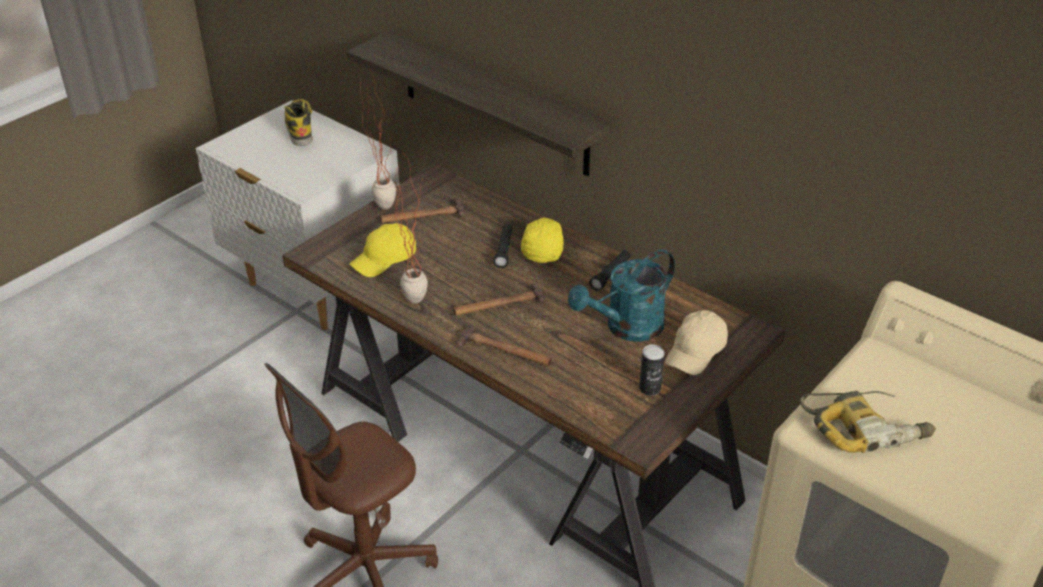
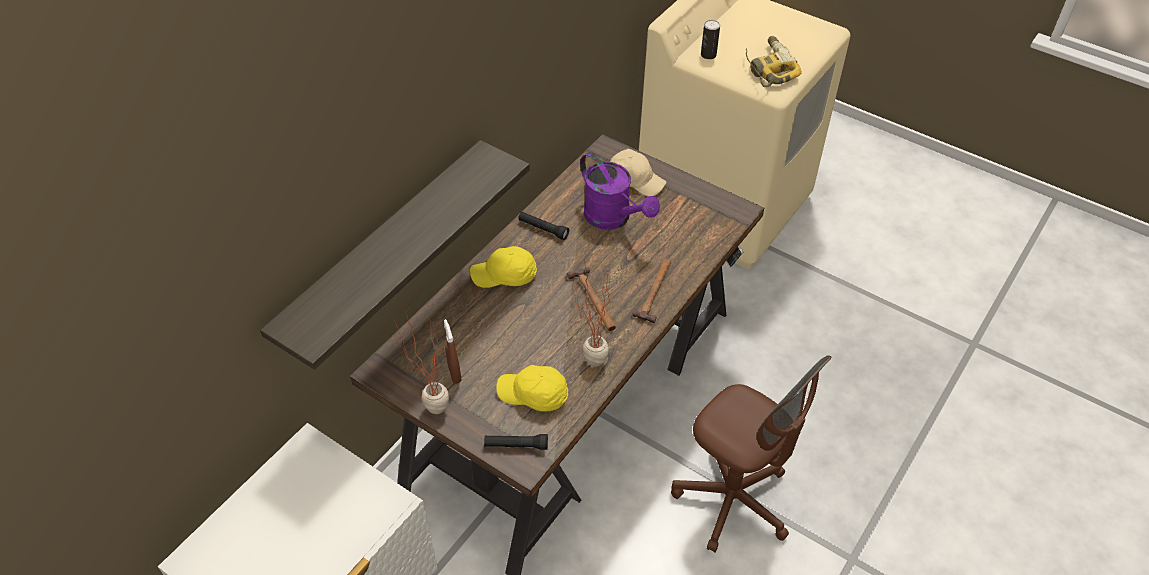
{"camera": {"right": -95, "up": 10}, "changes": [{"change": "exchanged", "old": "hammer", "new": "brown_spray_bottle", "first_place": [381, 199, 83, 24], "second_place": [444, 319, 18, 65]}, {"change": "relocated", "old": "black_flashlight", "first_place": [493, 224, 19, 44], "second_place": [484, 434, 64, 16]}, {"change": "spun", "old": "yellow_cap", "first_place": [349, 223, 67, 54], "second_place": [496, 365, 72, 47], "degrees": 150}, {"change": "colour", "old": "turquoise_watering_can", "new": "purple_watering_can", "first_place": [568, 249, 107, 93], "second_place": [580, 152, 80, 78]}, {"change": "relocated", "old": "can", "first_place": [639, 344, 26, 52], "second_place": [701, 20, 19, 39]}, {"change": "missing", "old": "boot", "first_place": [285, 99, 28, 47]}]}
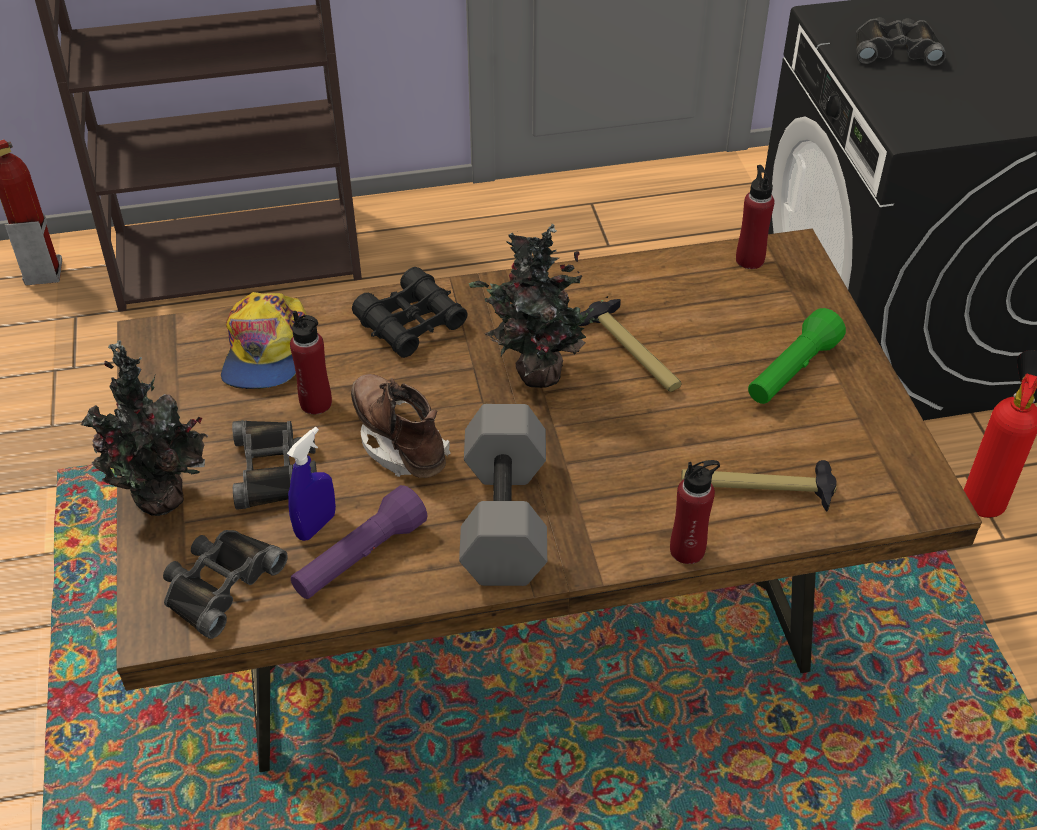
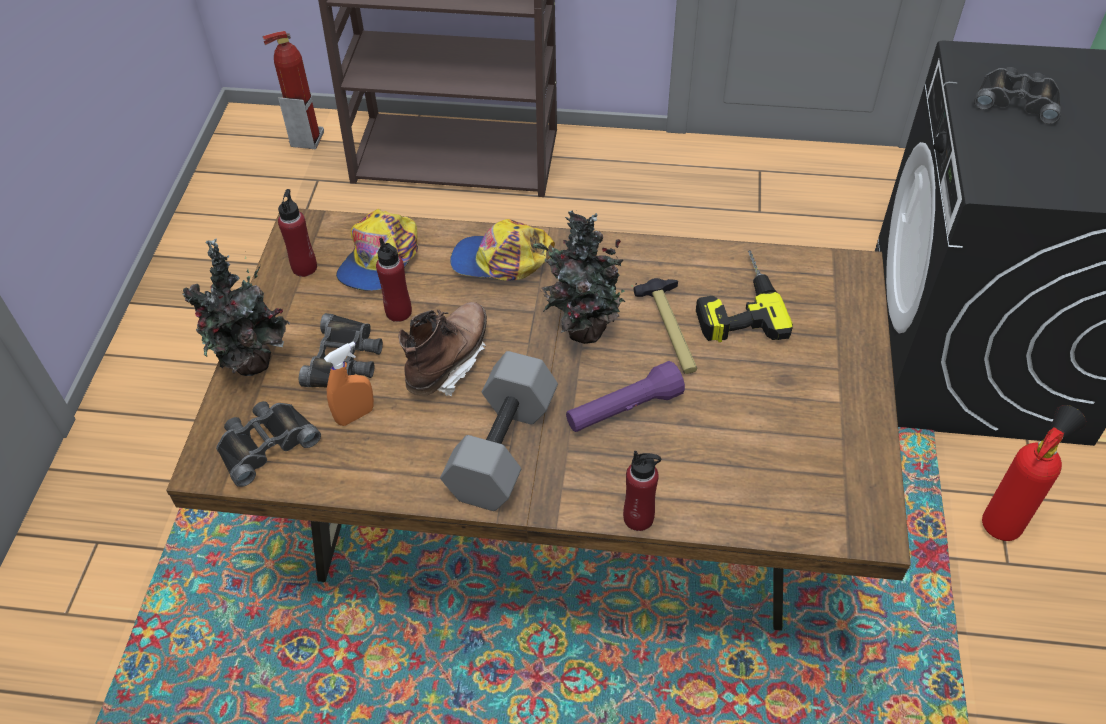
{"camera": {"right": 20, "up": 5}, "changes": [{"change": "relocated", "old": "red_bottle", "first_place": [736, 165, 39, 104], "second_place": [278, 189, 39, 88]}, {"change": "colour", "old": "blue_spray_bottle", "new": "orange_spray_bottle", "first_place": [287, 427, 49, 114], "second_place": [324, 341, 50, 85]}, {"change": "spun", "old": "brown_boot", "first_place": [351, 374, 100, 104], "second_place": [398, 302, 89, 94], "degrees": 45}, {"change": "exchanged", "old": "black_binoculars", "new": "cap", "first_place": [352, 267, 116, 91], "second_place": [450, 219, 105, 62]}, {"change": "relocated", "old": "purple_flashlight", "first_place": [291, 485, 136, 114], "second_place": [566, 361, 119, 71]}, {"change": "appeared", "new": "power_drill", "second_place": [696, 250, 97, 92]}, {"change": "missing", "old": "hammer", "first_place": [681, 460, 155, 51]}, {"change": "missing", "old": "green_flashlight", "first_place": [748, 308, 98, 96]}]}
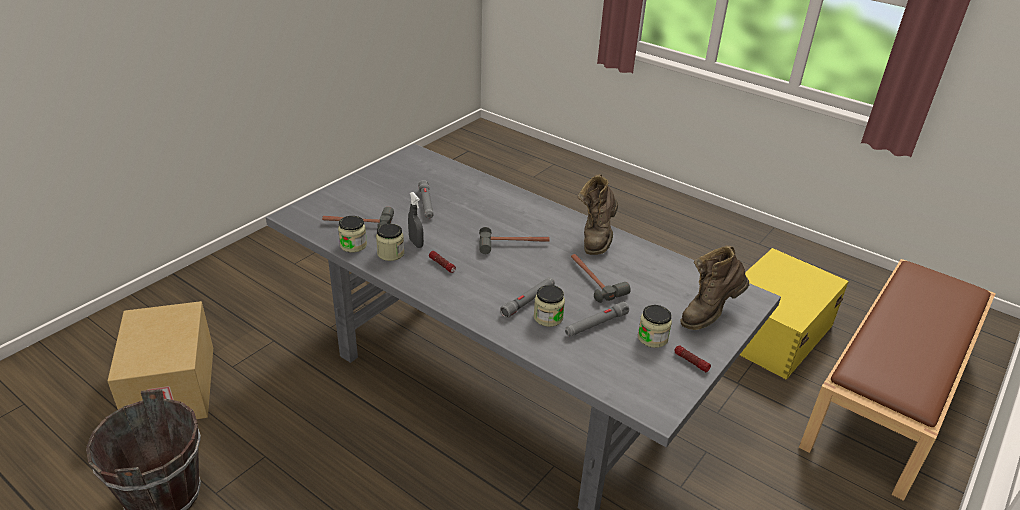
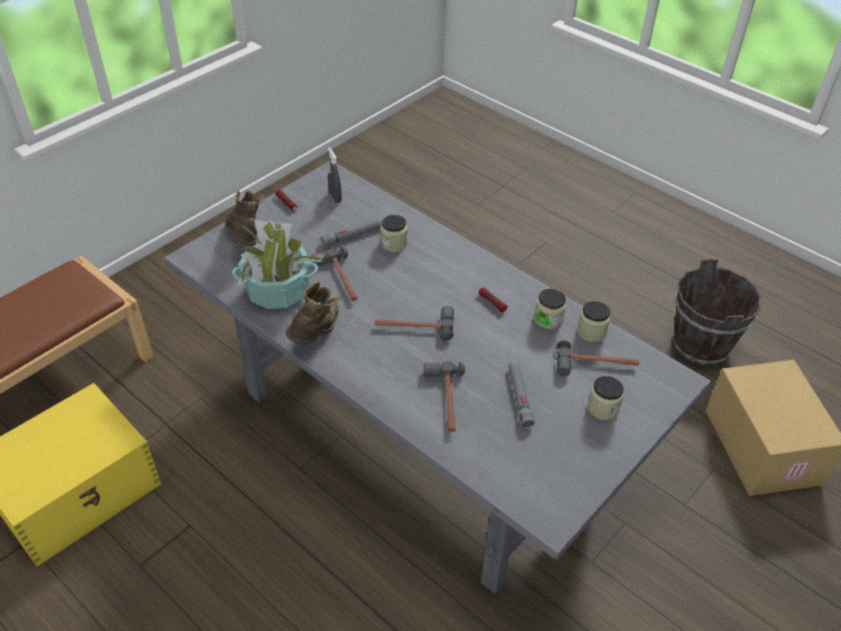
{"camera": {"right": -175, "up": 10}, "changes": [{"change": "spun", "old": "brown_boot", "first_place": [680, 245, 69, 85], "second_place": [225, 189, 39, 57], "degrees": -75}, {"change": "appeared", "new": "potted_plant", "second_place": [232, 220, 92, 89]}, {"change": "relocated", "old": "grey_spray_bottle", "first_place": [408, 192, 16, 56], "second_place": [328, 147, 14, 56]}, {"change": "appeared", "new": "hammer", "second_place": [424, 361, 41, 71]}, {"change": "relocated", "old": "jar", "first_place": [638, 305, 34, 43], "second_place": [587, 376, 37, 44]}, {"change": "missing", "old": "grey_flashlight", "first_place": [500, 277, 55, 41]}]}
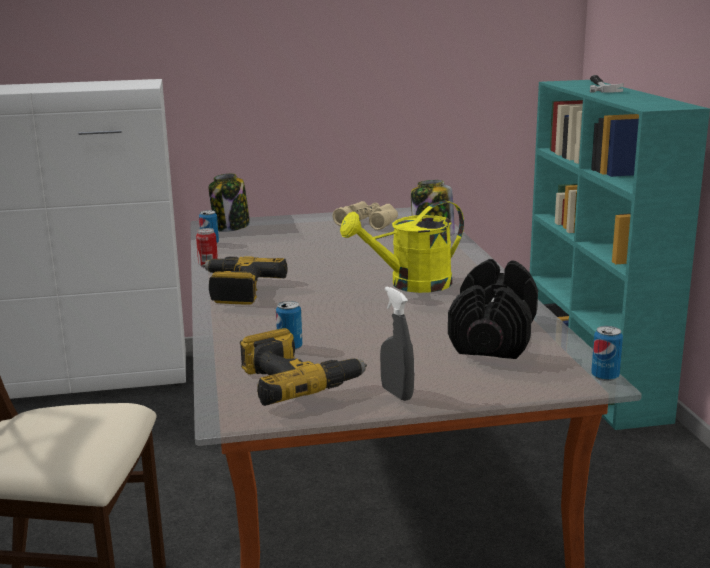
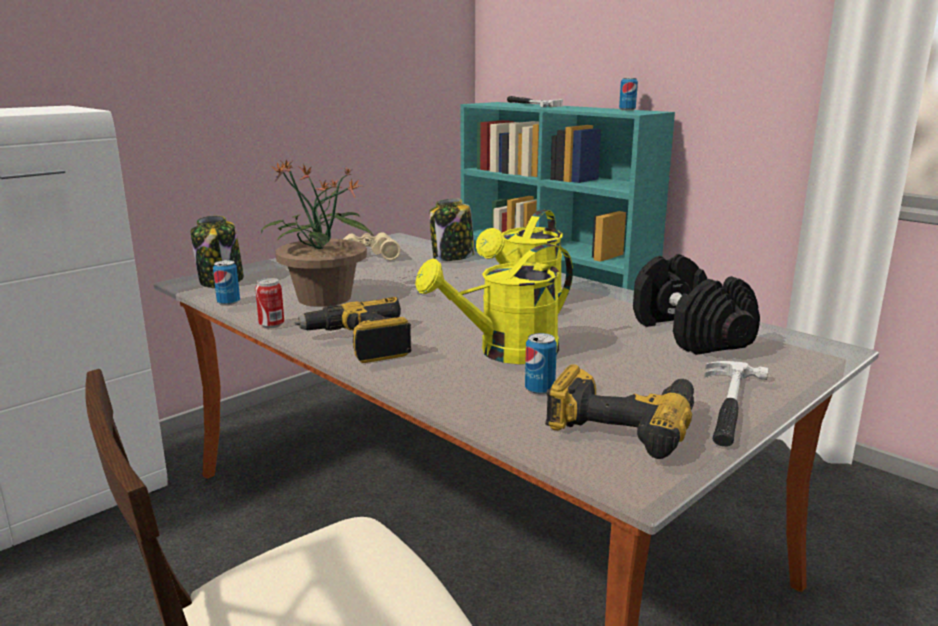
{"camera": {"right": -35, "up": 0}, "changes": [{"change": "appeared", "new": "potted_plant", "second_place": [261, 160, 113, 147]}, {"change": "appeared", "new": "yellow_watering_can", "second_place": [415, 244, 158, 120]}, {"change": "relocated", "old": "can", "first_place": [591, 326, 32, 55], "second_place": [619, 77, 19, 34]}, {"change": "exchanged", "old": "grey_spray_bottle", "new": "hammer", "first_place": [380, 287, 34, 114], "second_place": [704, 361, 65, 86]}]}
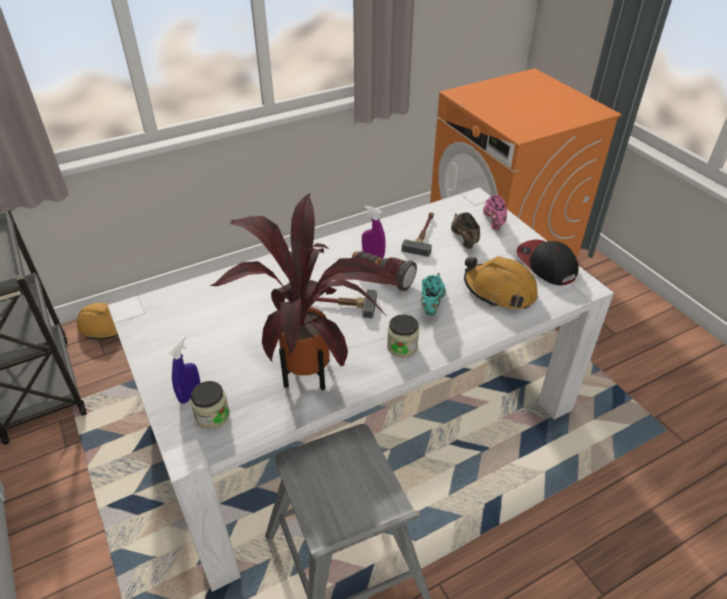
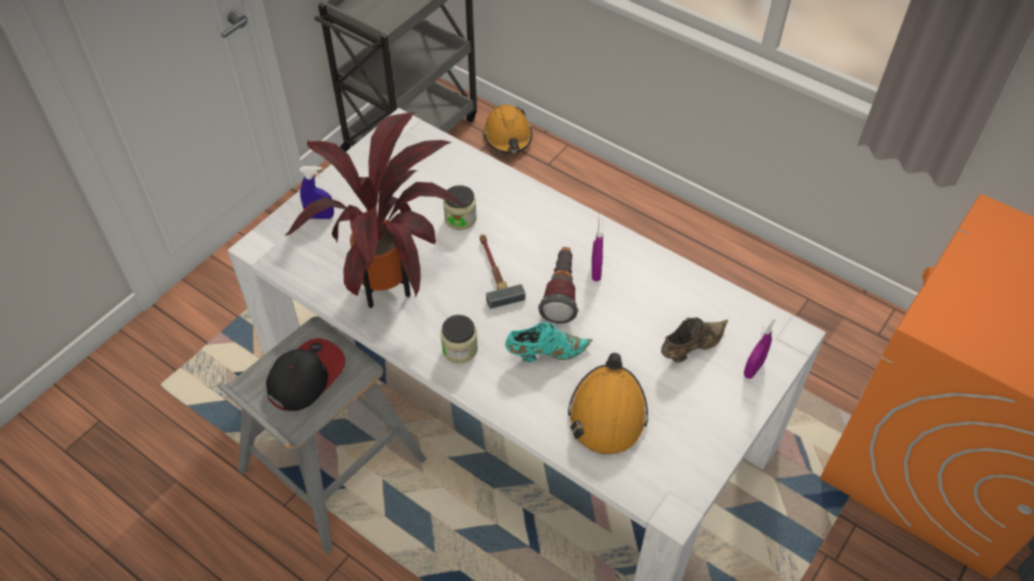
{"camera": {"right": 65, "up": 10}, "changes": [{"change": "relocated", "old": "cap", "first_place": [517, 239, 62, 46], "second_place": [266, 338, 80, 73]}, {"change": "relocated", "old": "jar", "first_place": [190, 381, 40, 48], "second_place": [443, 185, 34, 45]}, {"change": "exchanged", "old": "pink_shoe", "new": "purple_spray_bottle", "first_place": [483, 195, 24, 35], "second_place": [744, 317, 32, 62]}, {"change": "missing", "old": "hammer", "first_place": [401, 212, 33, 45]}]}
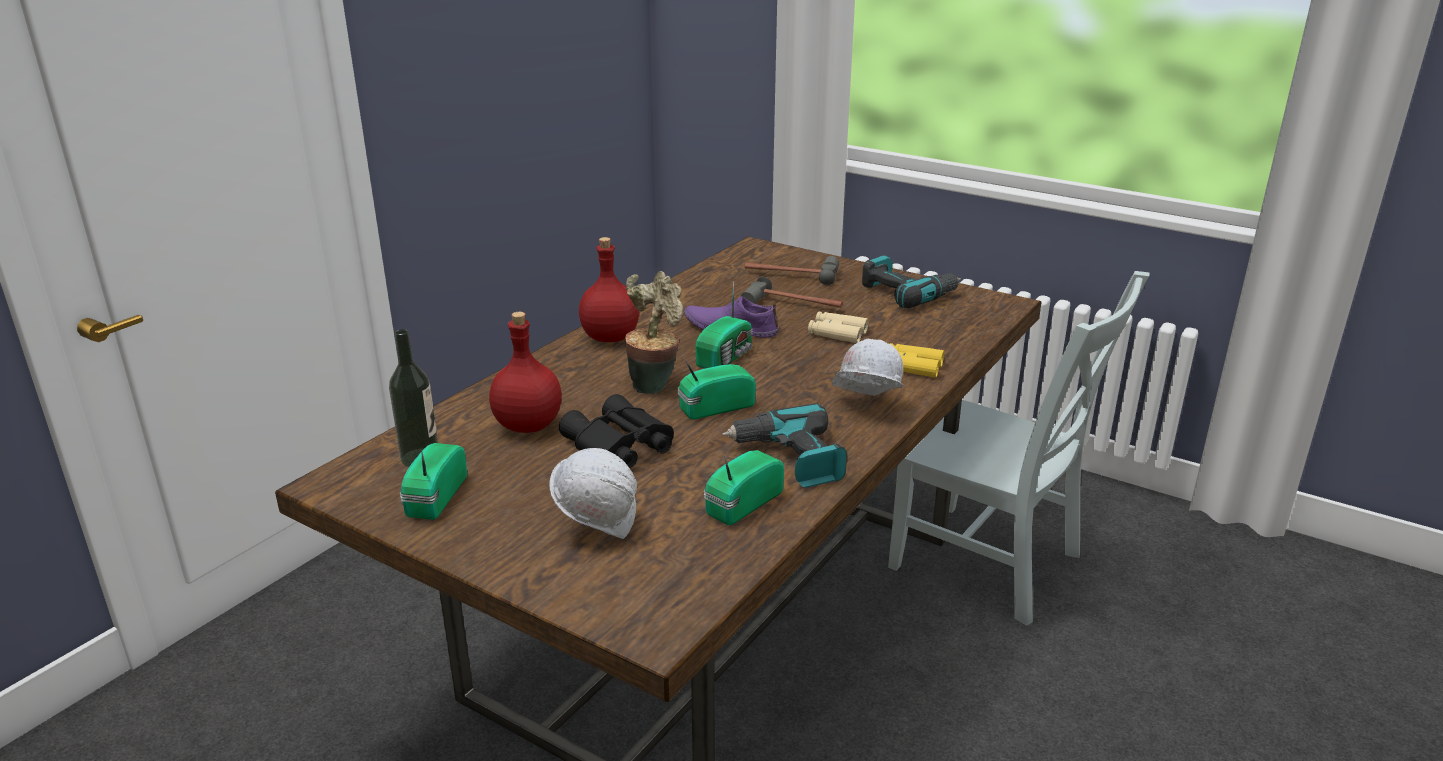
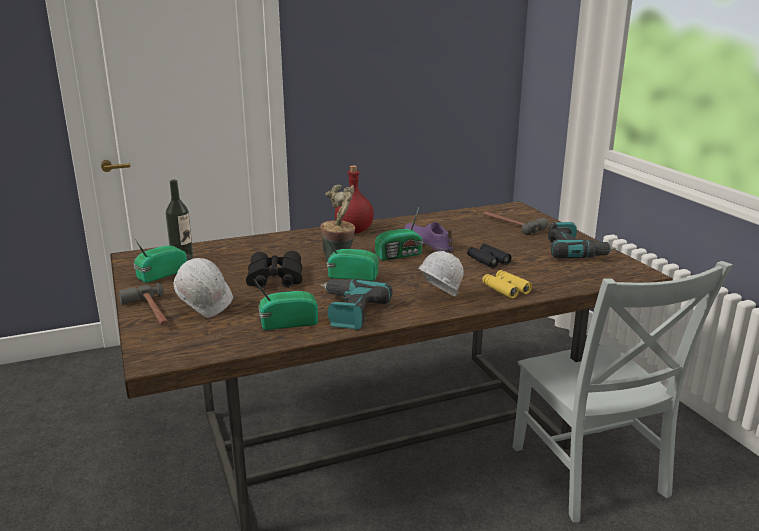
{"camera": {"right": 35, "up": -5}, "changes": [{"change": "relocated", "old": "hammer", "first_place": [740, 277, 103, 31], "second_place": [119, 282, 49, 43]}, {"change": "colour", "old": "beige_binoculars", "new": "black_binoculars", "first_place": [808, 312, 60, 31], "second_place": [467, 244, 44, 24]}, {"change": "missing", "old": "red_bottle", "first_place": [489, 312, 73, 121]}]}
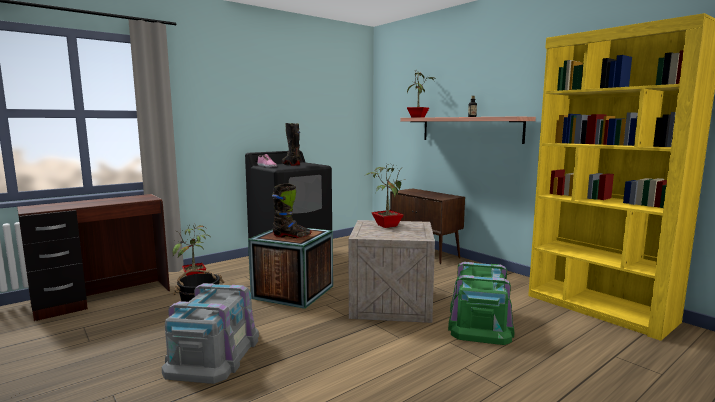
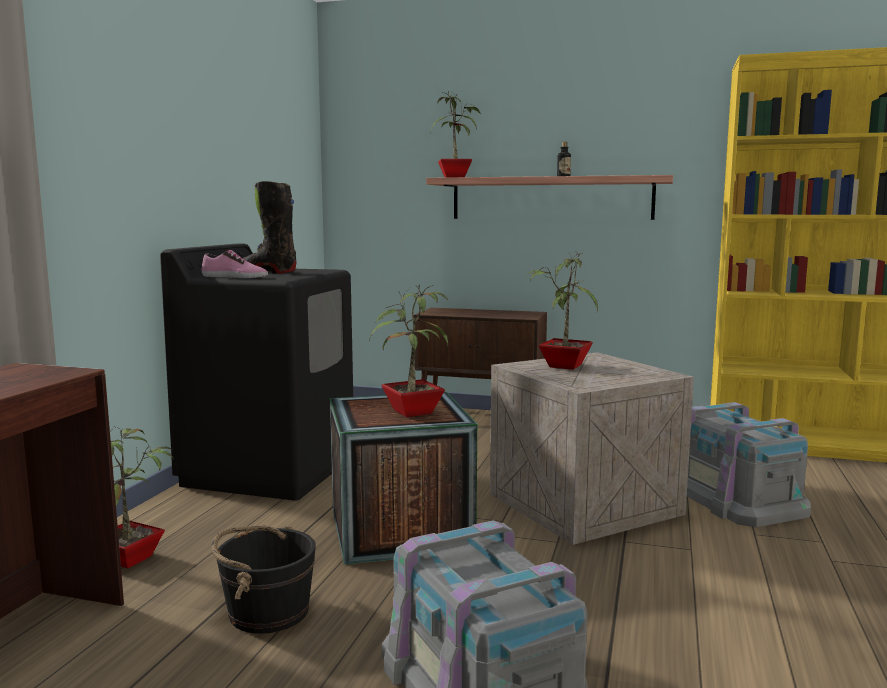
{"camera": {"right": -35, "up": 0}, "changes": [{"change": "exchanged", "old": "black_boot", "new": "potted_plant", "first_place": [272, 184, 40, 54], "second_place": [369, 284, 79, 133]}, {"change": "colour", "old": "green_storage_box", "new": "grey_storage_box", "first_place": [448, 262, 66, 83], "second_place": [687, 402, 124, 125]}]}
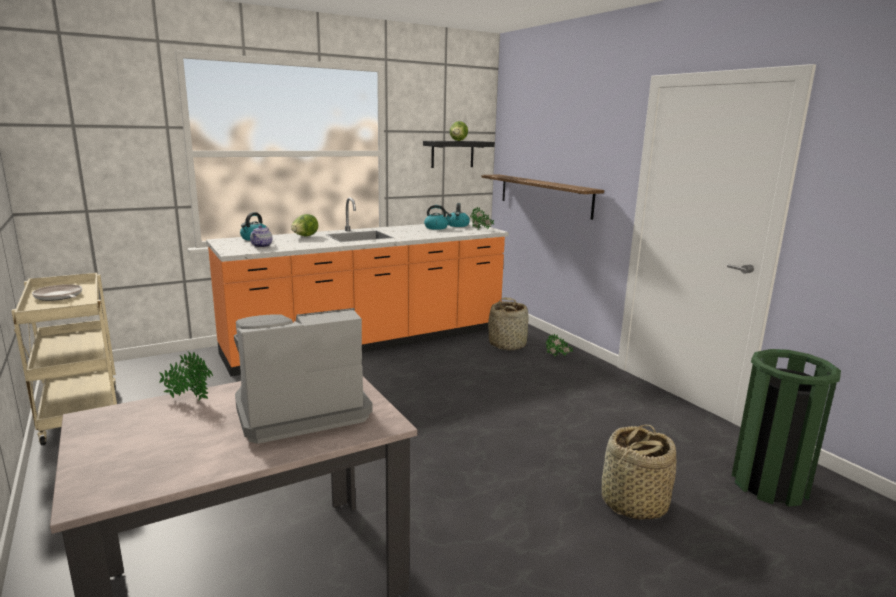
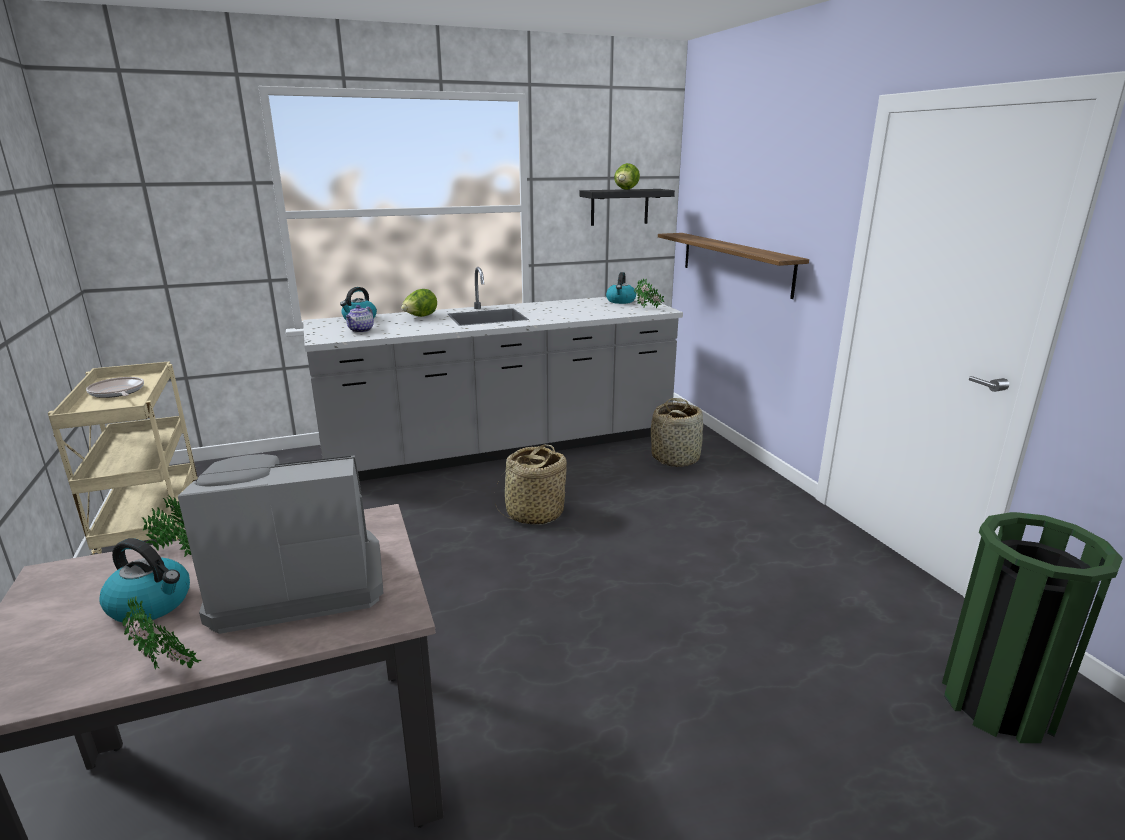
{"camera": {"right": 10, "up": 5}, "changes": [{"change": "relocated", "old": "kettle", "first_place": [424, 205, 28, 25], "second_place": [99, 538, 91, 84]}, {"change": "relocated", "old": "potted_plant", "first_place": [546, 333, 28, 24], "second_place": [122, 596, 79, 74]}, {"change": "colour", "old": "orange_counter", "new": "grey_counter", "first_place": [206, 197, 303, 179], "second_place": [303, 267, 380, 214]}, {"change": "relocated", "old": "basket", "first_place": [601, 424, 75, 96], "second_place": [494, 445, 73, 80]}]}
